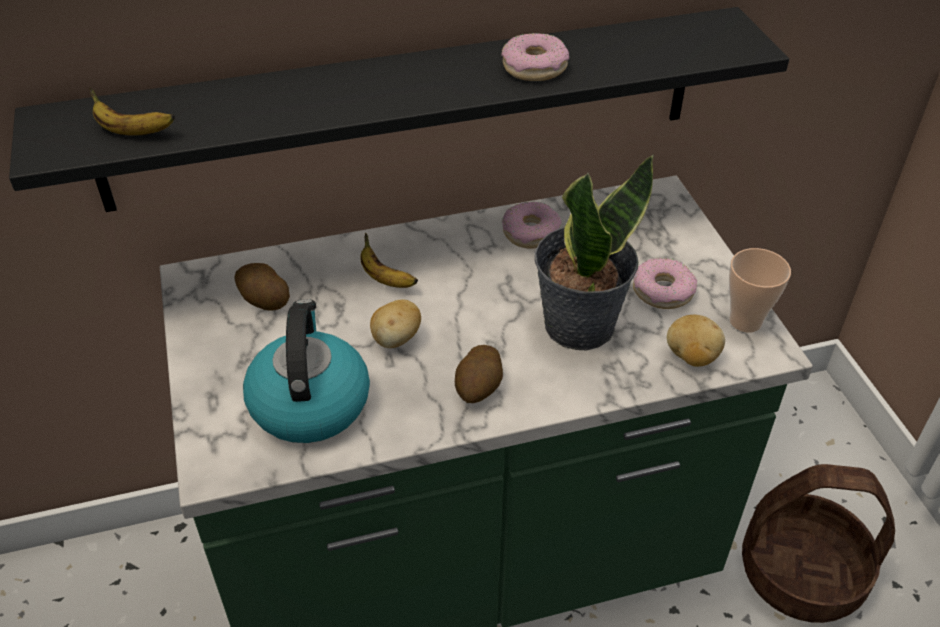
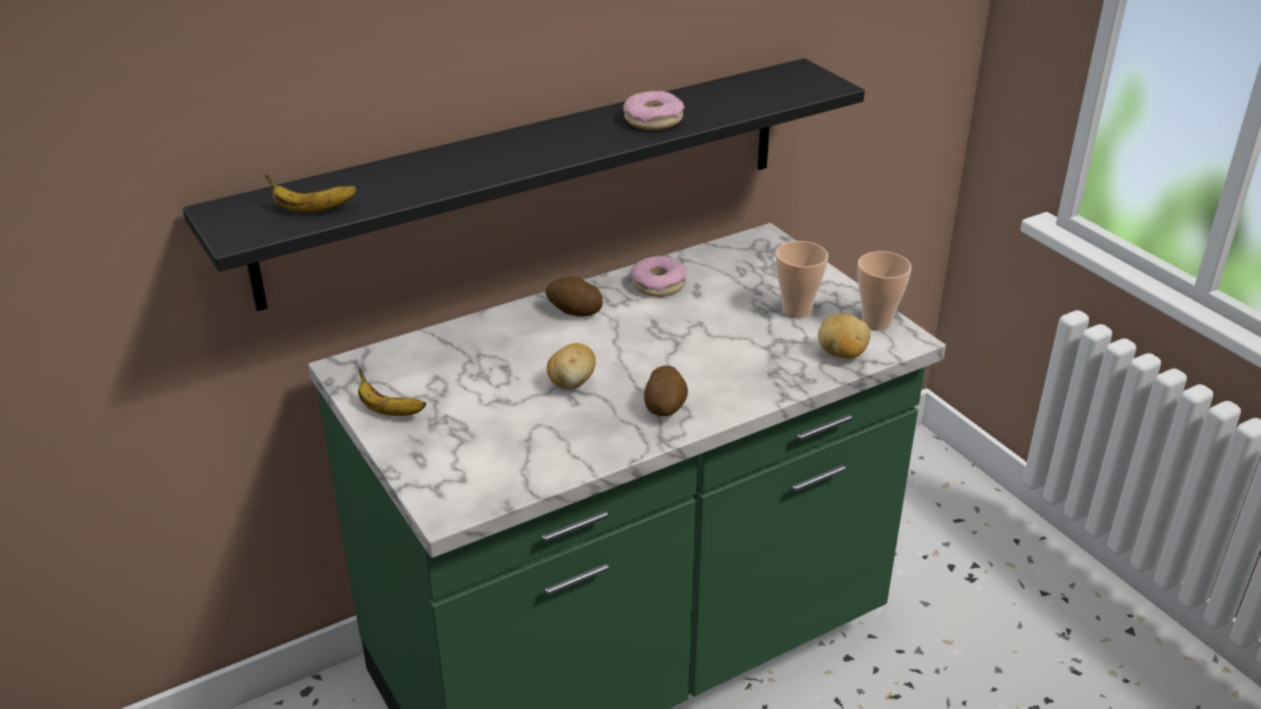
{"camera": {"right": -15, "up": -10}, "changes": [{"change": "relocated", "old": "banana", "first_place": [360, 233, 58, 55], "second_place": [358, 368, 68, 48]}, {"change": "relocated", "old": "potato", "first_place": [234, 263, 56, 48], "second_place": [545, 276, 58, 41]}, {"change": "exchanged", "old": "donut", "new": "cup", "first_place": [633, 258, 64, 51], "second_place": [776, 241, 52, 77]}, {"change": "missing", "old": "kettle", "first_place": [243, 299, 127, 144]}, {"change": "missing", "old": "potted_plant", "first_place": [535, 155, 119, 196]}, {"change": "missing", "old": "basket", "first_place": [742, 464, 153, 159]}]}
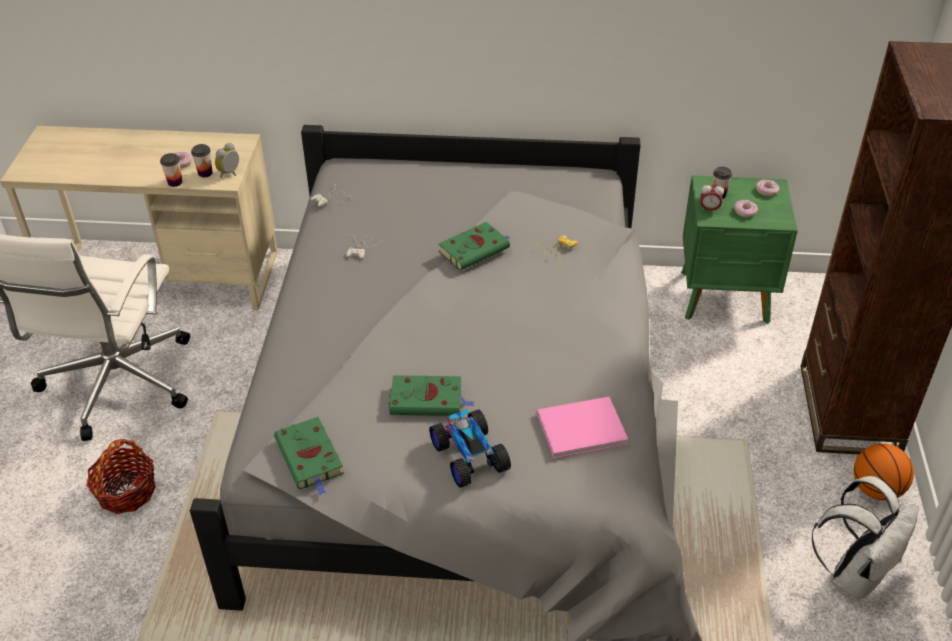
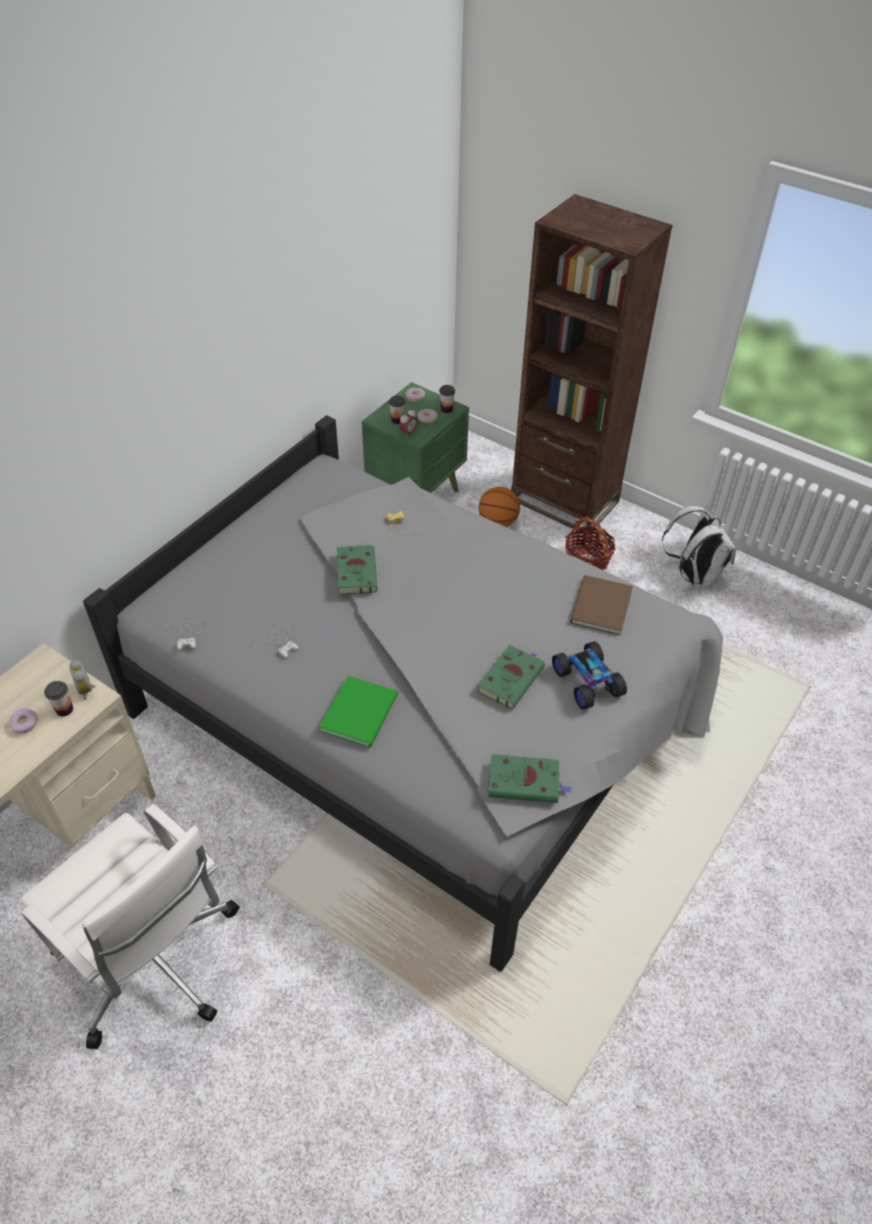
{"camera": {"right": -60, "up": 5}, "changes": [{"change": "appeared", "new": "green_book", "second_place": [319, 676, 79, 72]}, {"change": "relocated", "old": "cup", "first_place": [160, 153, 22, 34], "second_place": [439, 385, 16, 28]}, {"change": "relocated", "old": "basketball", "first_place": [854, 443, 60, 58], "second_place": [479, 487, 41, 40]}, {"change": "spun", "old": "toy_car", "first_place": [429, 409, 82, 79], "second_place": [552, 641, 75, 69], "degrees": -120}, {"change": "relocated", "old": "basket", "first_place": [86, 439, 70, 75], "second_place": [565, 516, 51, 54]}, {"change": "colour", "old": "pink_book", "new": "brown_book", "first_place": [537, 397, 91, 62], "second_place": [570, 575, 63, 60]}]}
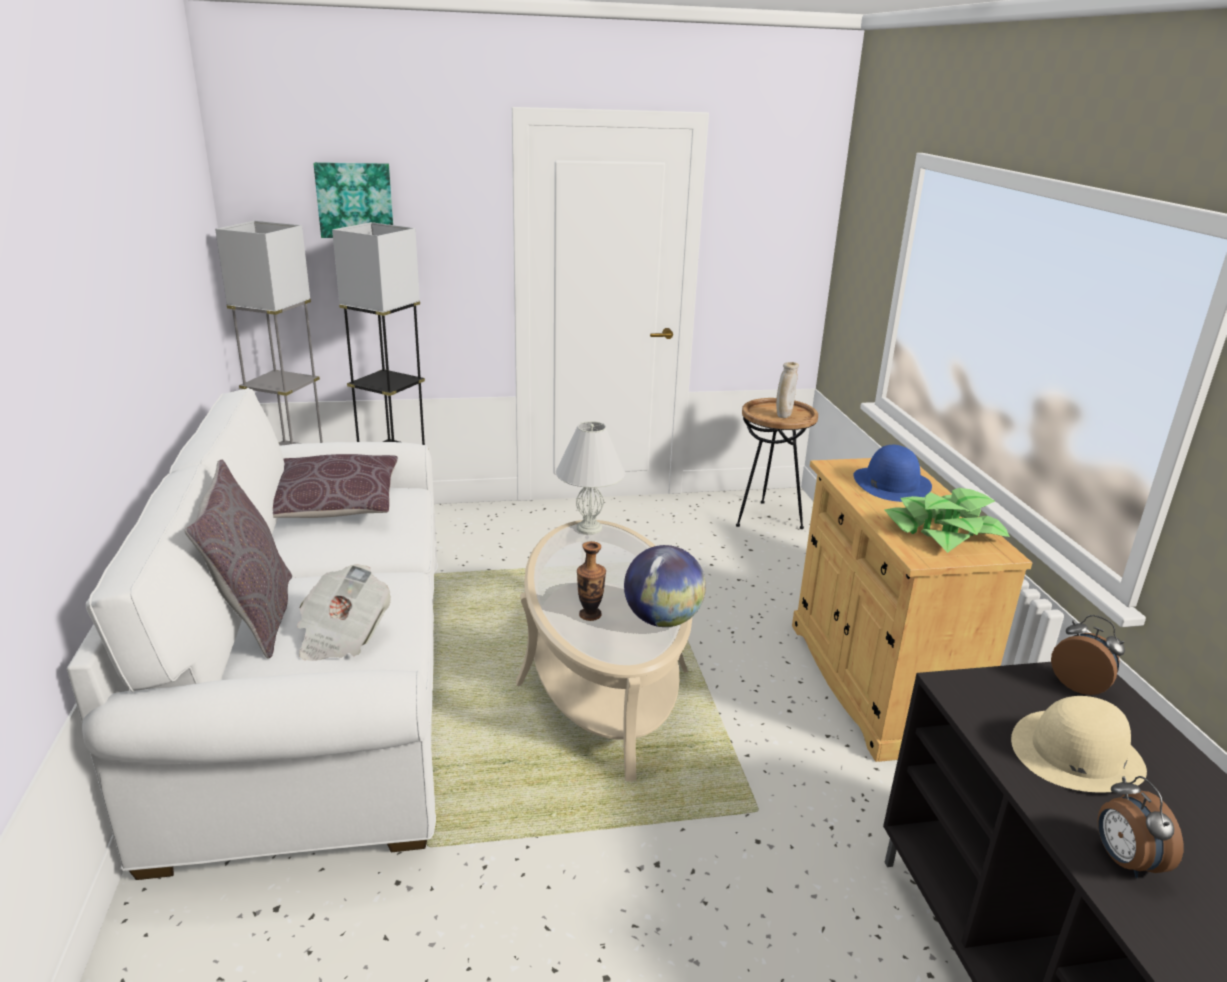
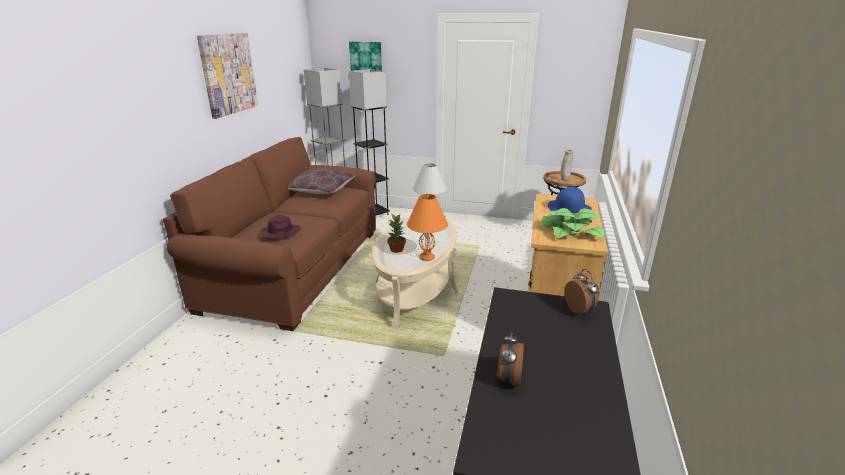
{"camera": {"right": 25, "up": 0}, "changes": [{"change": "colour", "old": "white_sofa", "new": "brown_sofa", "first_place": [67, 388, 371, 492], "second_place": [163, 137, 213, 194]}, {"change": "appeared", "new": "picture", "second_place": [197, 33, 61, 86]}, {"change": "exchanged", "old": "newspaper", "new": "purple_hat", "first_place": [297, 564, 94, 97], "second_place": [260, 215, 40, 23]}, {"change": "exchanged", "old": "vase", "new": "potted_plant", "first_place": [577, 541, 29, 80], "second_place": [387, 213, 19, 40]}, {"change": "exchanged", "old": "globe", "new": "orange_table_lamp", "first_place": [624, 545, 82, 82], "second_place": [407, 194, 41, 67]}, {"change": "missing", "old": "grey_pillow", "first_place": [184, 460, 108, 199]}, {"change": "missing", "old": "beige_hat", "first_place": [1011, 696, 136, 96]}]}
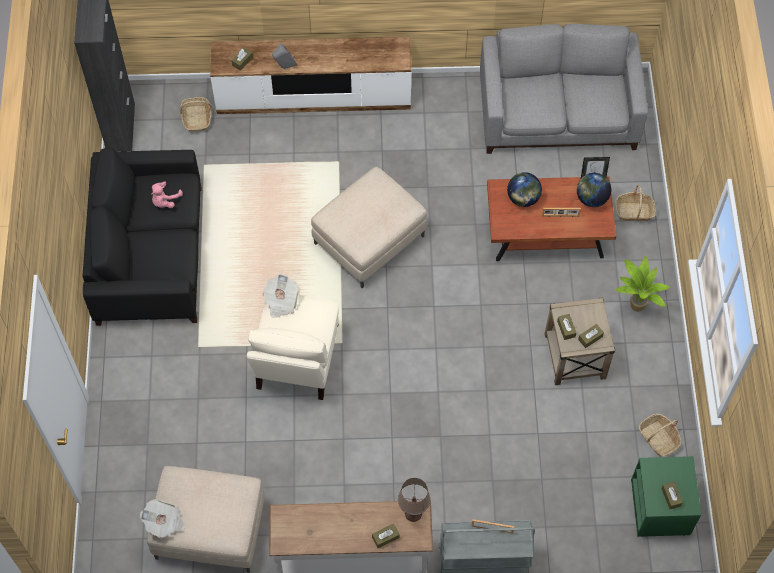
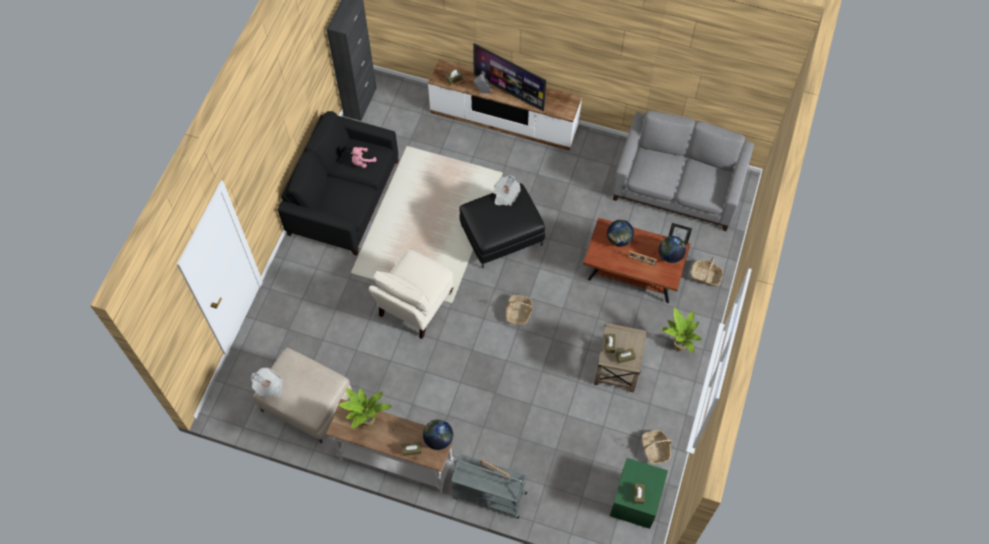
{"camera": {"right": 20, "up": 0}, "changes": [{"change": "appeared", "new": "potted_plant", "second_place": [339, 388, 53, 41]}, {"change": "exchanged", "old": "brown_table_lamp", "new": "globe", "first_place": [398, 478, 33, 44], "second_place": [423, 419, 30, 31]}, {"change": "colour", "old": "beige_ottoman", "new": "black_ottoman", "first_place": [311, 167, 116, 121], "second_place": [459, 183, 86, 86]}, {"change": "appeared", "new": "television", "second_place": [473, 43, 74, 69]}, {"change": "relocated", "old": "newspaper", "first_place": [263, 274, 37, 44], "second_place": [494, 175, 27, 31]}, {"change": "relocated", "old": "basket", "first_place": [180, 97, 32, 34], "second_place": [506, 295, 27, 30]}]}
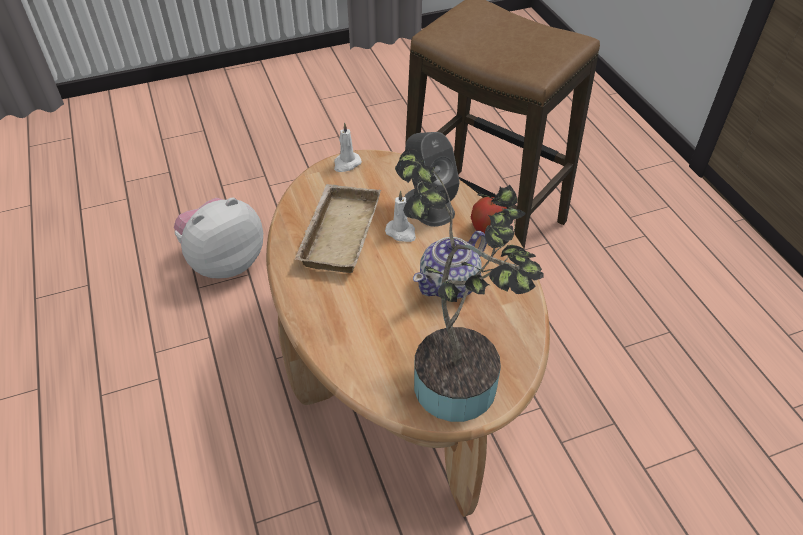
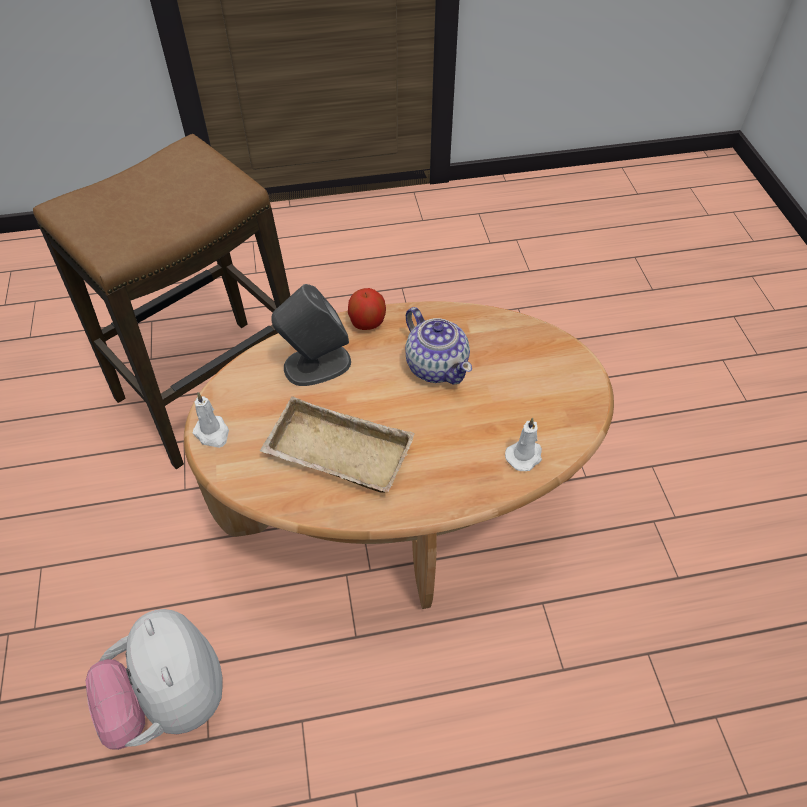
{"camera": {"right": -80, "up": 5}, "changes": [{"change": "relocated", "old": "white_candle", "first_place": [385, 191, 31, 51], "second_place": [505, 418, 37, 53]}, {"change": "missing", "old": "potted_plant", "first_place": [395, 148, 149, 274]}]}
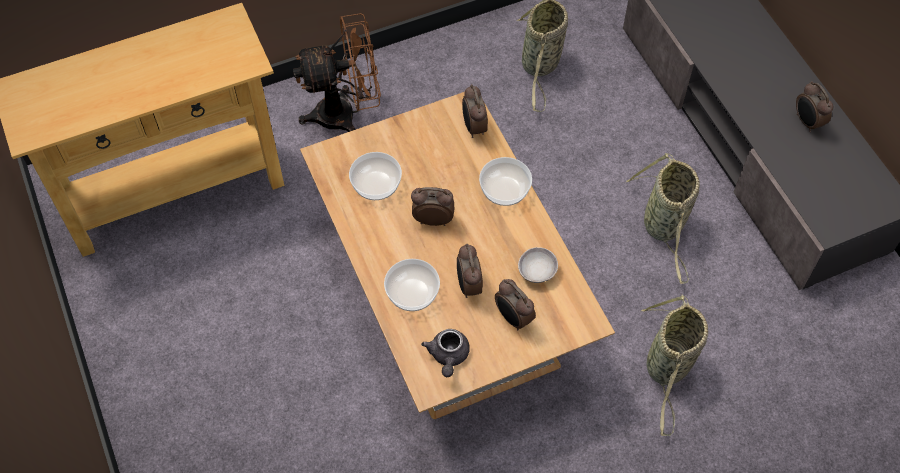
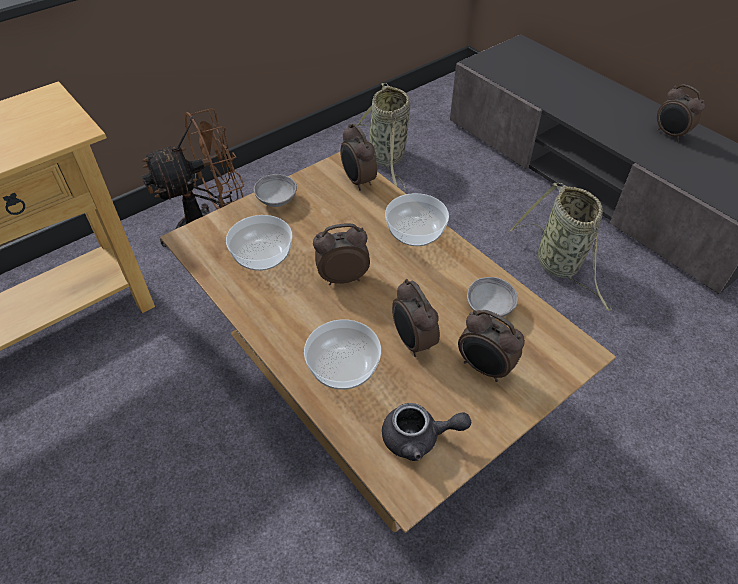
{"camera": {"right": -15, "up": -10}, "changes": [{"change": "appeared", "new": "grey_bowl", "second_place": [254, 174, 43, 33]}, {"change": "spun", "old": "grey_teapot", "first_place": [421, 329, 49, 48], "second_place": [382, 403, 89, 58], "degrees": -75}, {"change": "missing", "old": "basket", "first_place": [641, 295, 67, 141]}]}
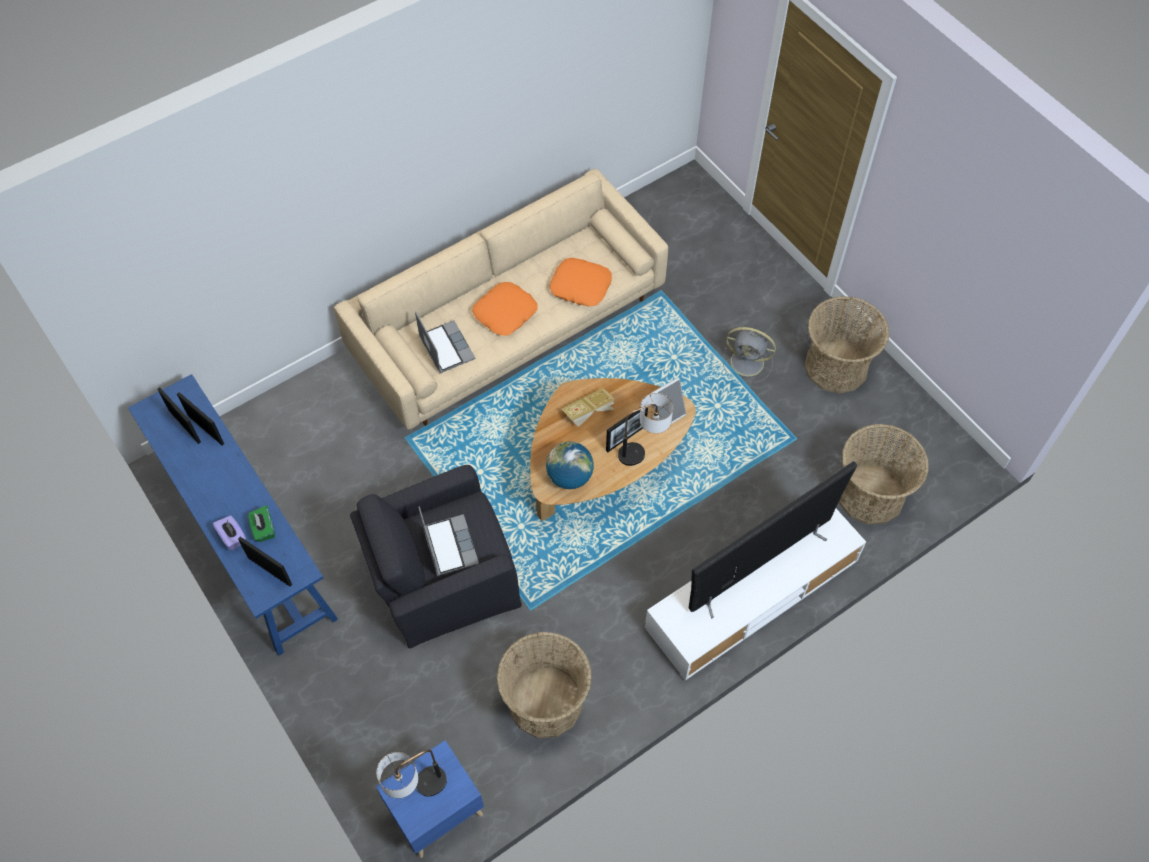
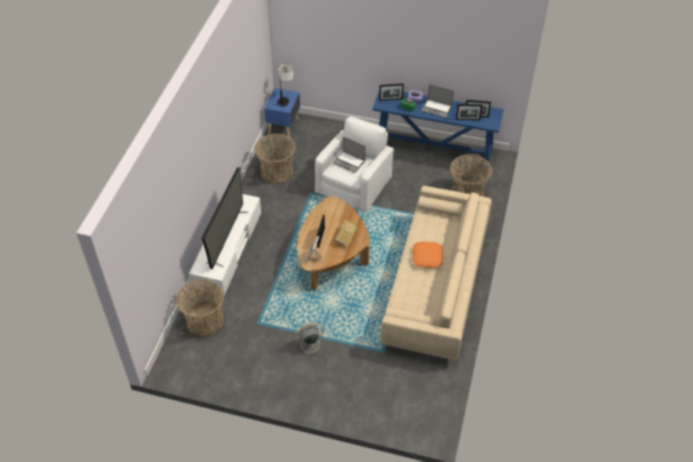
{"camera": {"right": 140, "up": -10}, "changes": [{"change": "colour", "old": "black_armchair", "new": "white_armchair", "first_place": [350, 465, 172, 184], "second_place": [315, 116, 79, 96]}, {"change": "relocated", "old": "laptop", "first_place": [415, 311, 60, 62], "second_place": [421, 84, 33, 34]}, {"change": "relocated", "old": "basket", "first_place": [804, 296, 85, 98], "second_place": [450, 155, 42, 42]}, {"change": "missing", "old": "globe", "first_place": [546, 442, 48, 47]}, {"change": "missing", "old": "orange_pillow", "first_place": [549, 258, 63, 49]}, {"change": "missing", "old": "table_lamp", "first_place": [618, 393, 55, 73]}]}
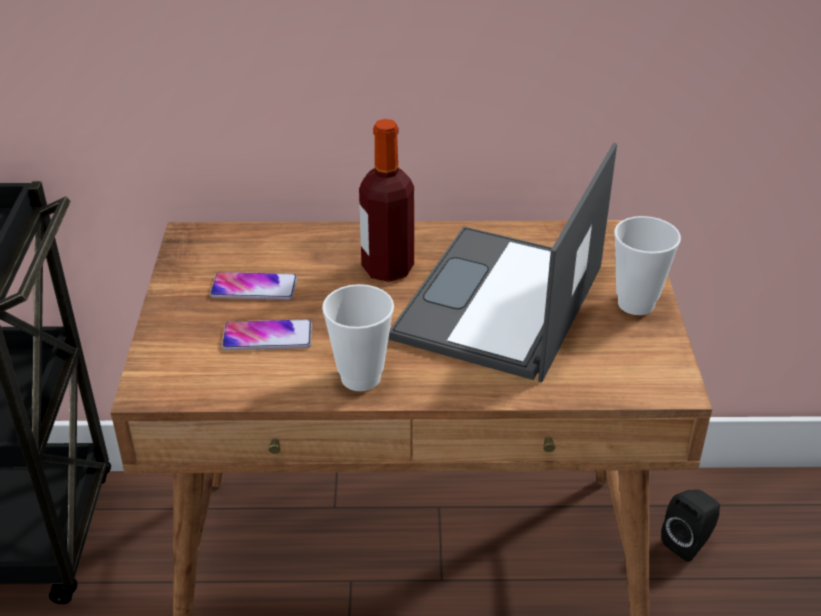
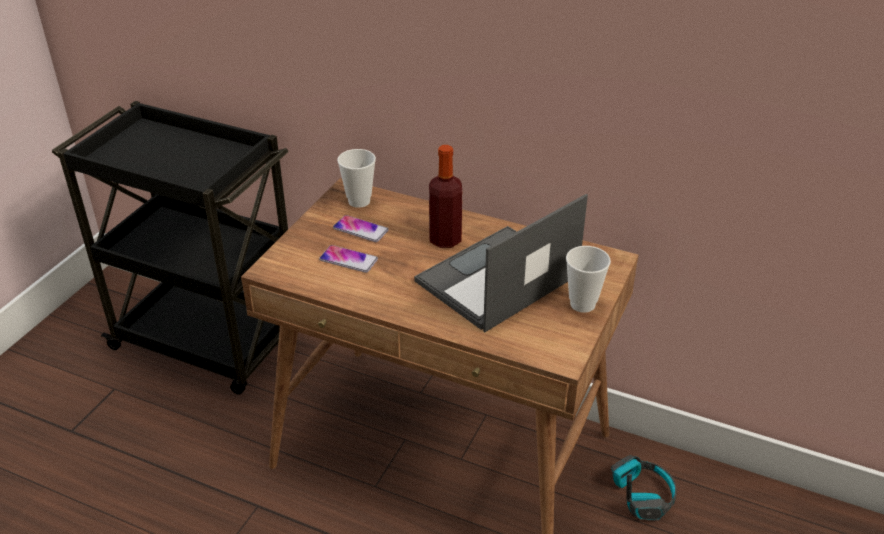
{"camera": {"right": 25, "up": 0}, "changes": [{"change": "relocated", "old": "cup", "first_place": [322, 284, 72, 107], "second_place": [337, 149, 39, 59]}, {"change": "exchanged", "old": "black_speaker", "new": "headphones", "first_place": [661, 489, 59, 73], "second_place": [611, 455, 66, 66]}]}
